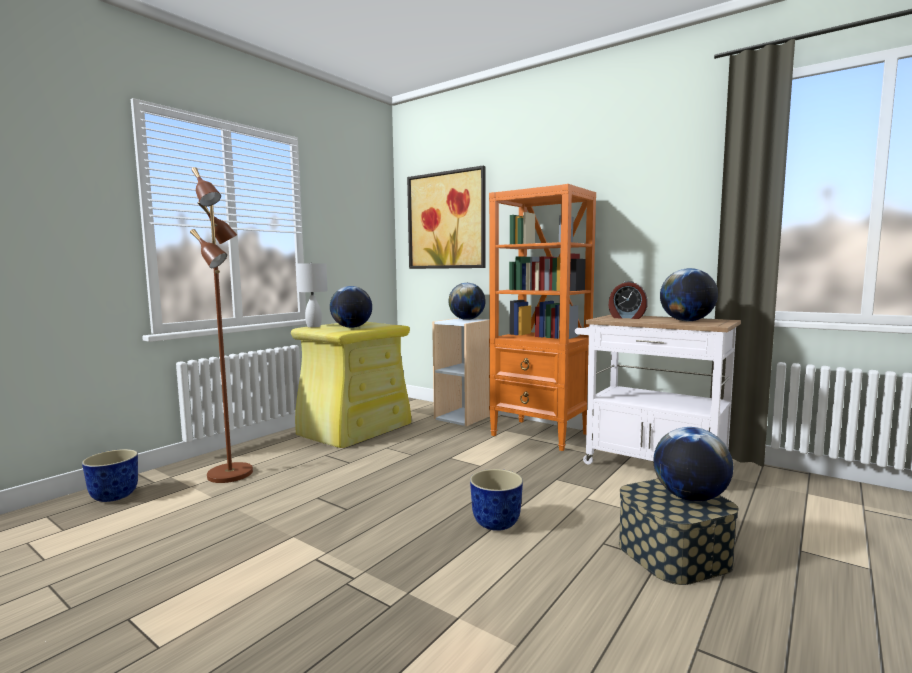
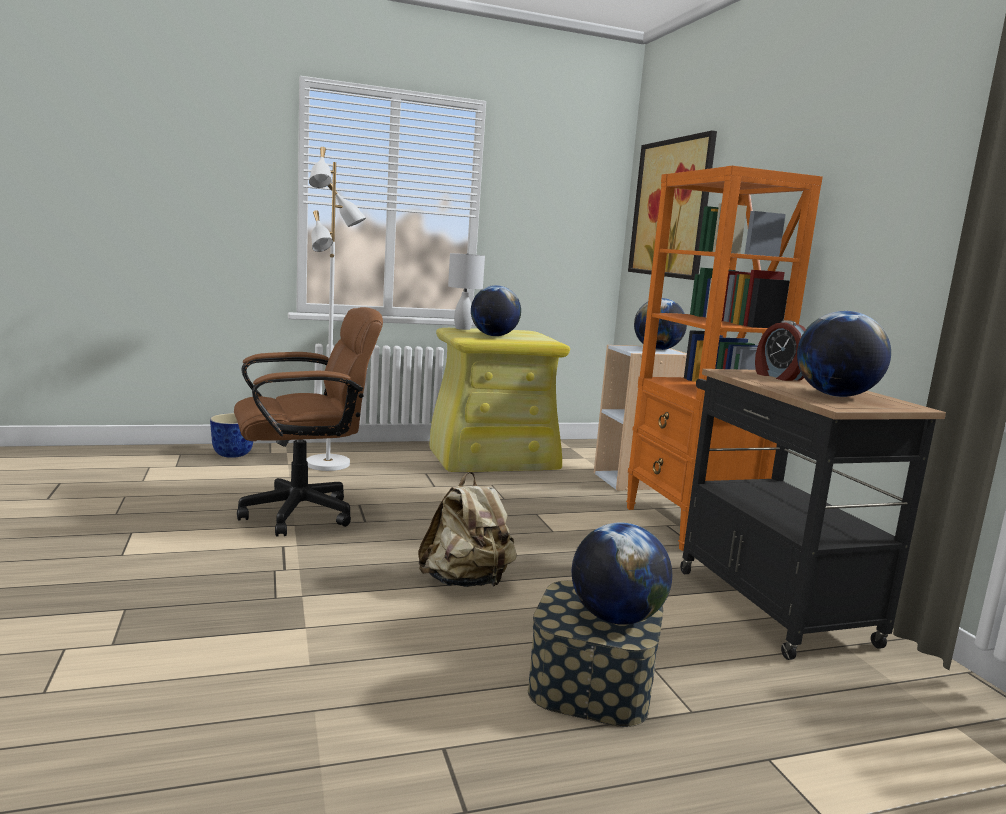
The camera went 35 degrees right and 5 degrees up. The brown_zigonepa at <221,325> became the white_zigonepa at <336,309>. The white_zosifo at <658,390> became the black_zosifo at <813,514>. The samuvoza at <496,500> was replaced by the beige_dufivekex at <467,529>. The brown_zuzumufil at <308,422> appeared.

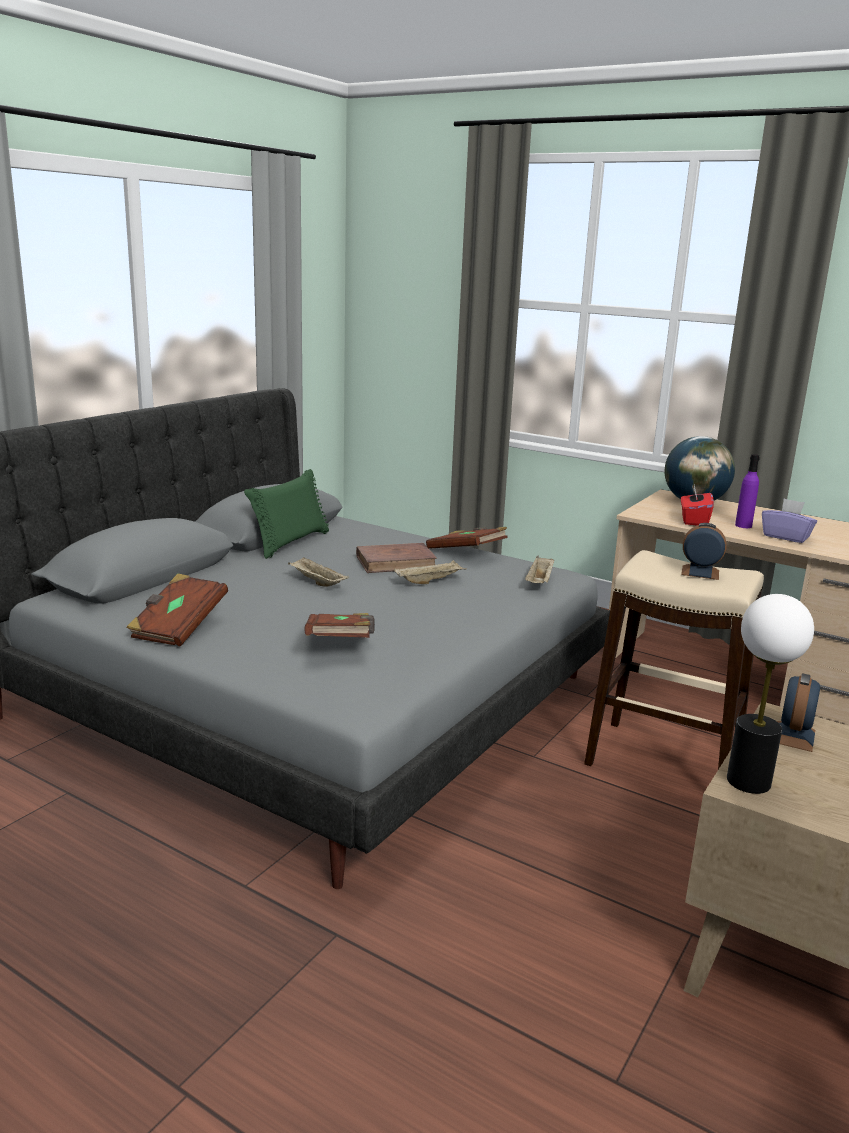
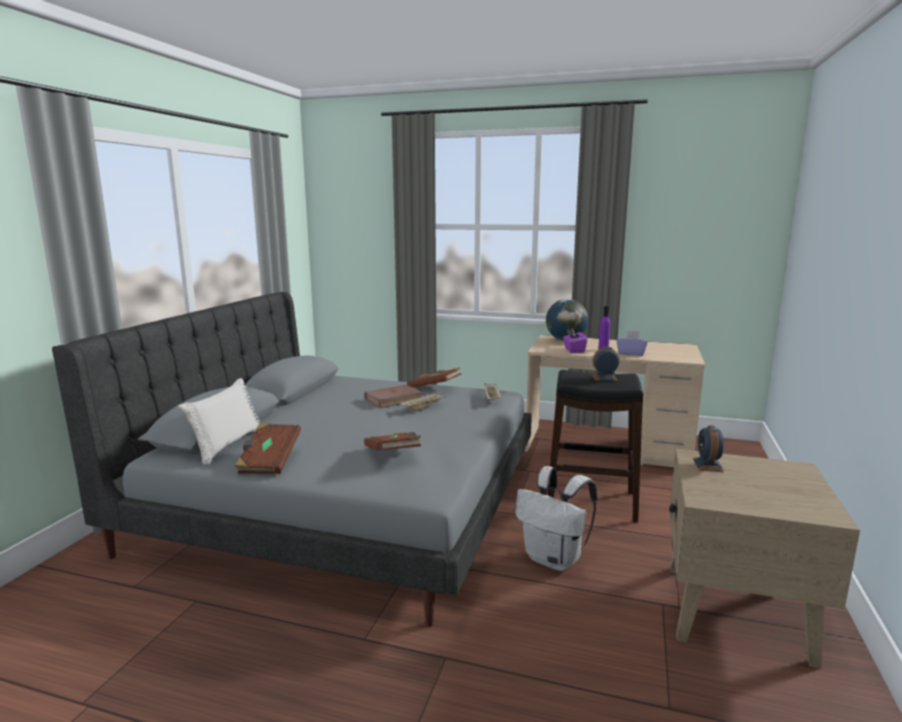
The camera went 15 degrees left and 5 degrees down. The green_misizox at <286,514> disappeared. The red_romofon at <697,505> became the purple_romofon at <575,341>. The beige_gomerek at <674,659> became the black_gomerek at <595,446>. The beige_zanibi at <318,572> disappeared. The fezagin at <770,694> disappeared. The white_misizox at <218,421> appeared. The white_dufivekex at <556,518> appeared.

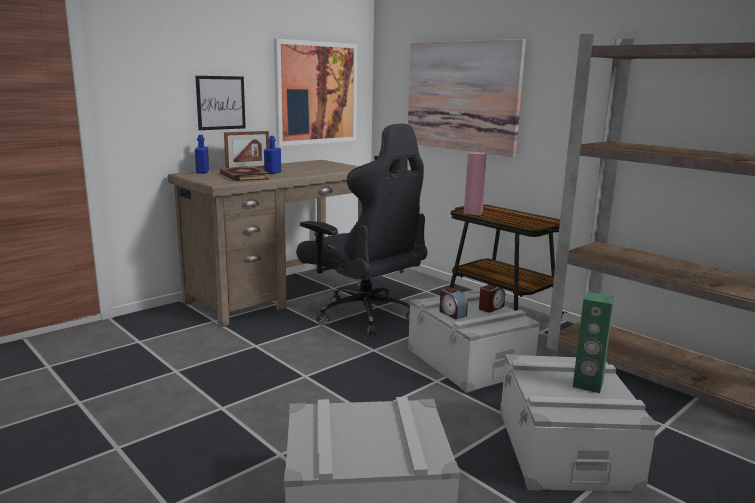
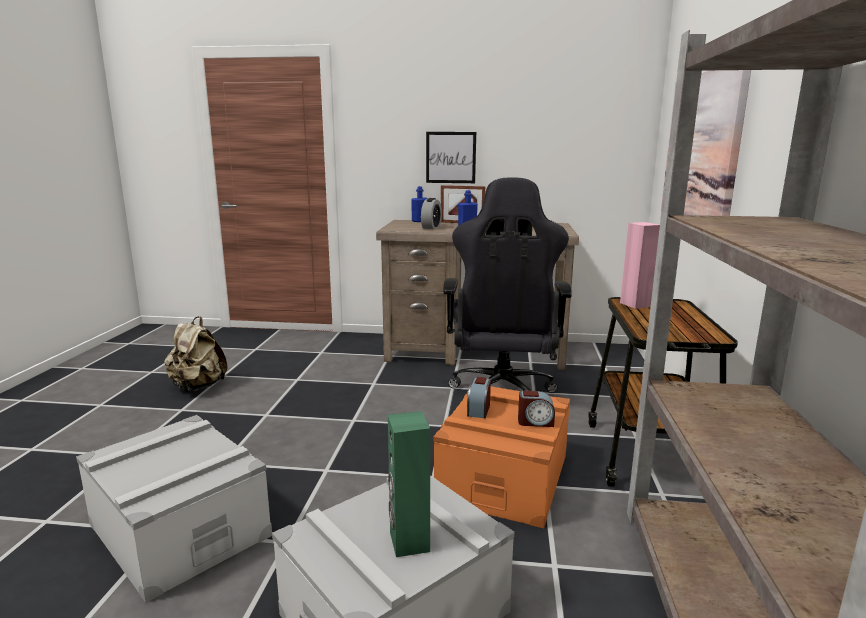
The camera went 50 degrees right and 0 degrees up. The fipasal at <315,92> disappeared. The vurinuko at <244,173> was replaced by the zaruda at <431,213>. The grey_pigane at <474,341> became the orange_pigane at <501,457>. The beige_dufivekex at <196,354> appeared.

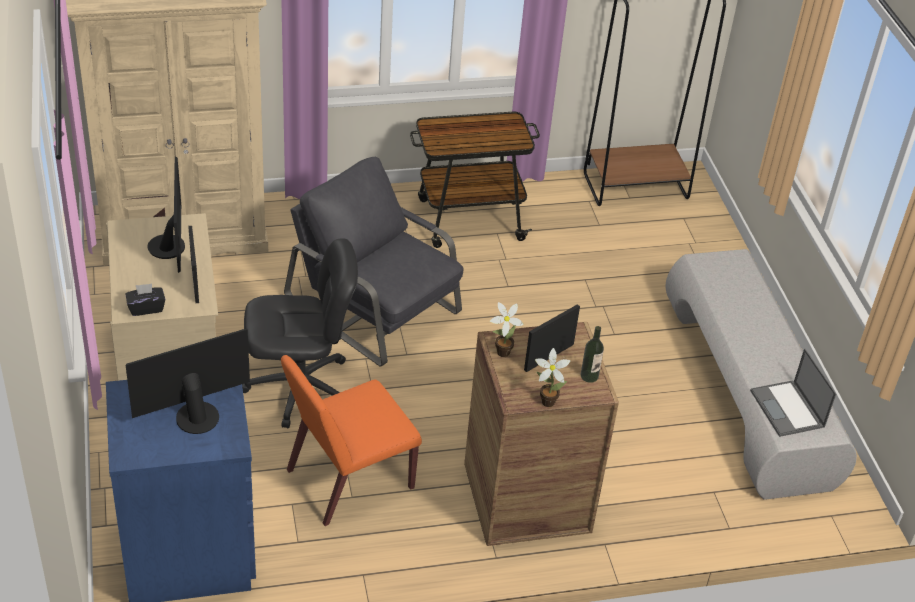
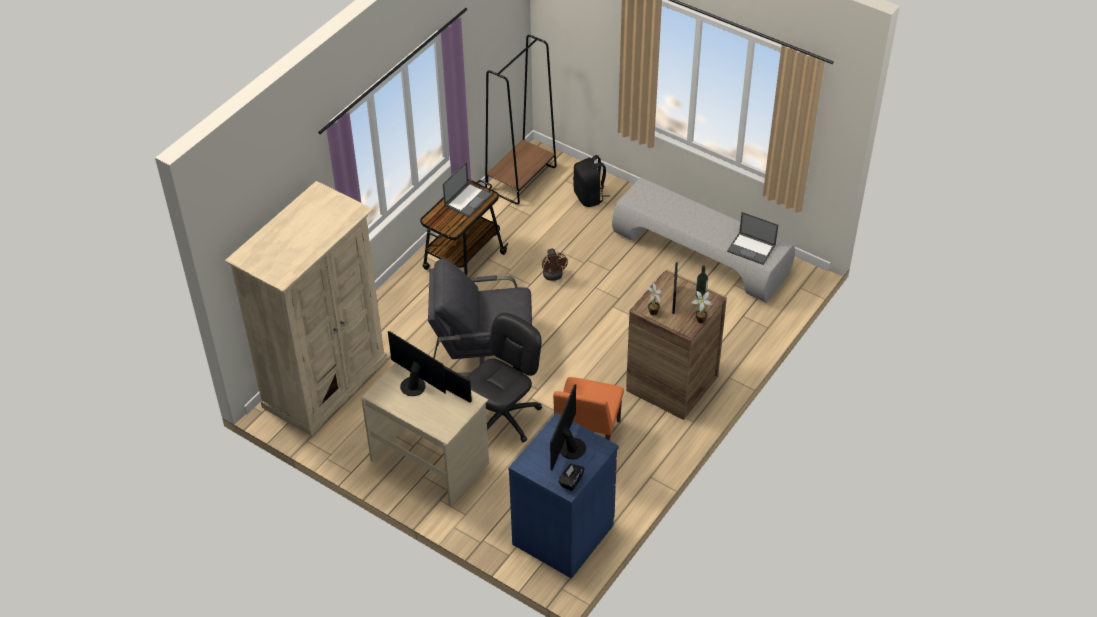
The camera went 40 degrees left and 5 degrees up. The black_romofon moved from <145,299> to <571,477>. The black_dufivekex at <591,181> appeared. The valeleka at <467,189> appeared. The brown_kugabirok at <555,264> appeared.

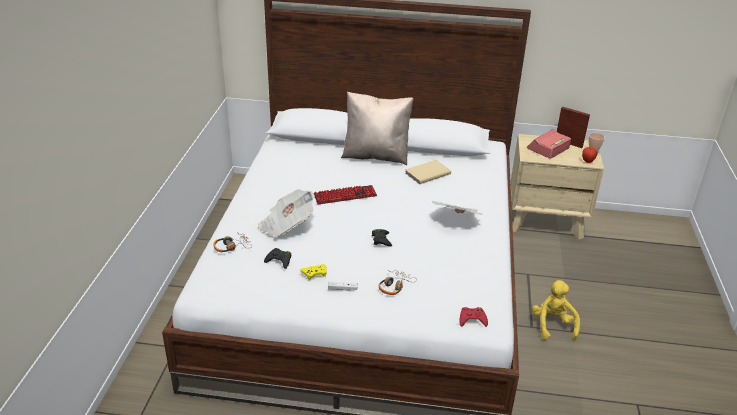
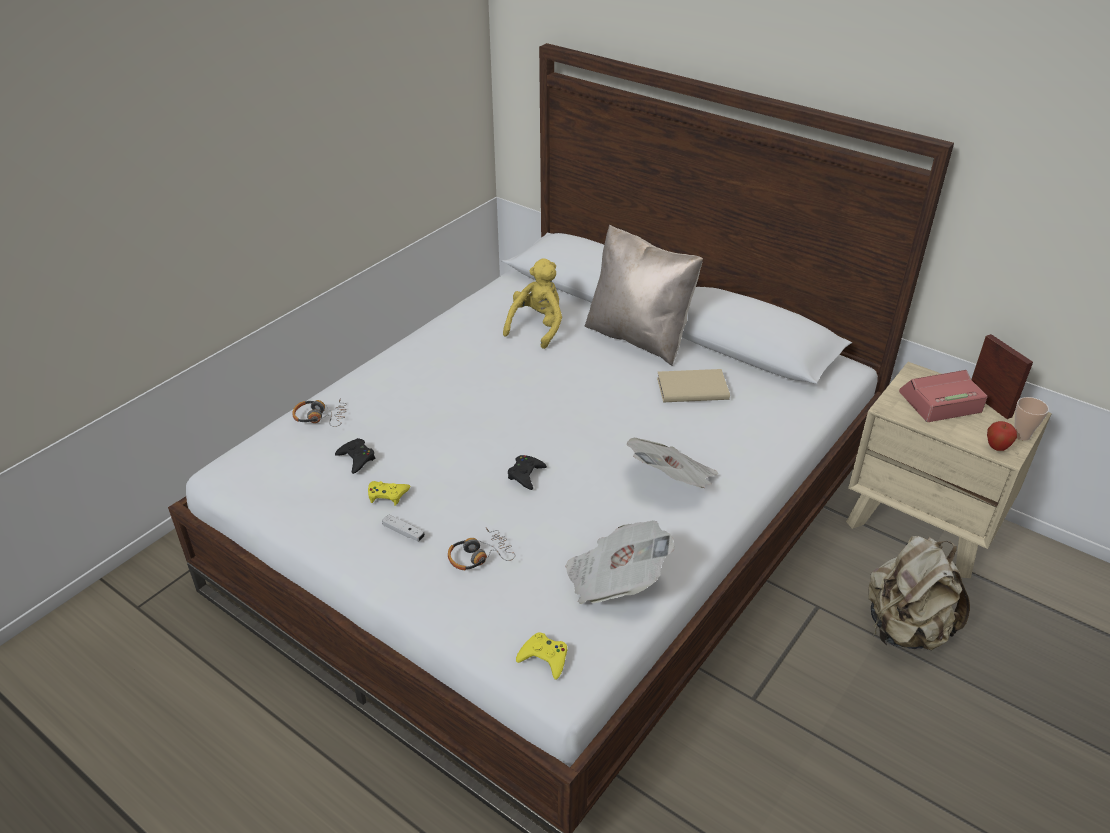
The camera went 30 degrees right and 5 degrees up. The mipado at <345,194> disappeared. The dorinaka moved from <286,213> to <619,562>. The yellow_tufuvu moved from <556,310> to <532,303>. The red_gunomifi at <473,317> became the yellow_gunomifi at <541,656>. The beige_dufivekex at <919,593> appeared.

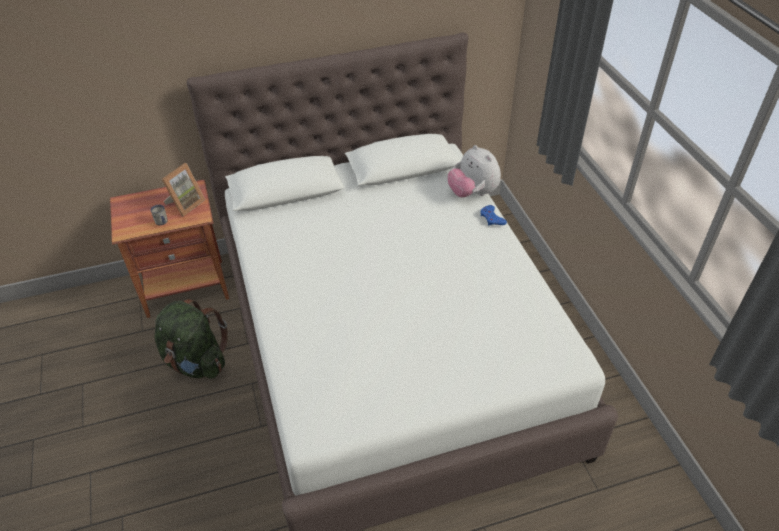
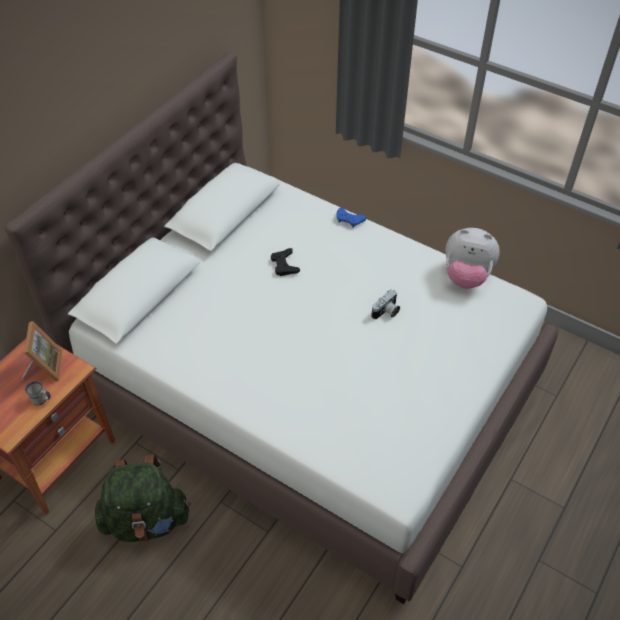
The camera went 40 degrees left and 5 degrees up. The tufuvu moved from <474,171> to <472,258>. The black_gunomifi at <285,262> appeared. The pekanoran at <385,304> appeared.

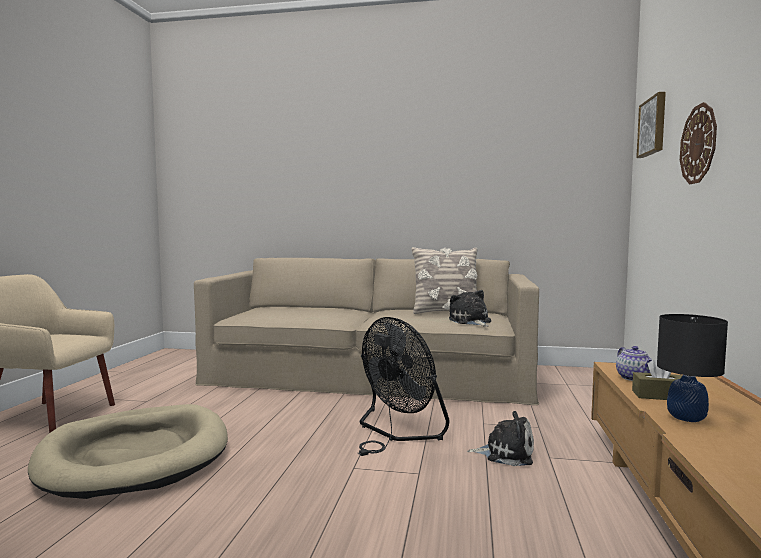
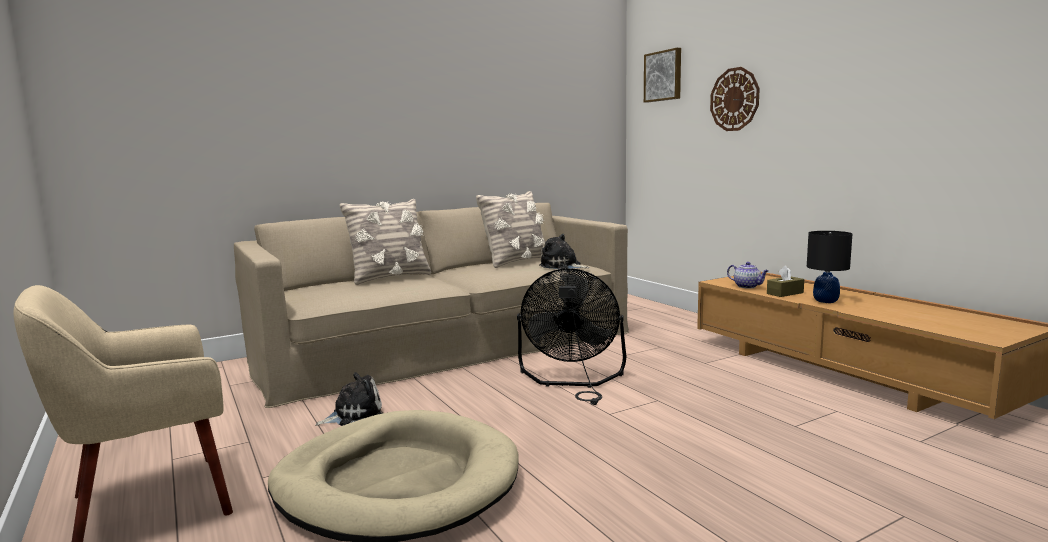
The camera went 40 degrees left and 5 degrees up. The tufuvu moved from <500,438> to <349,399>. The beige_misizox at <385,242> appeared.

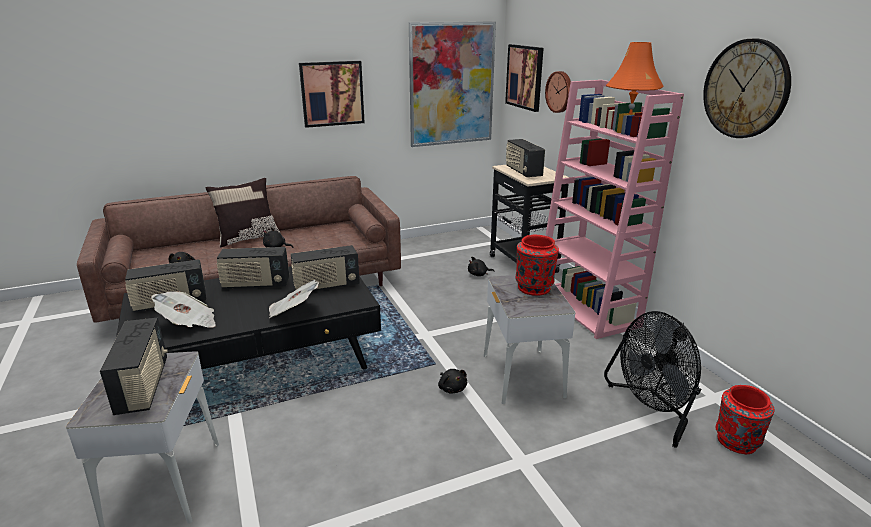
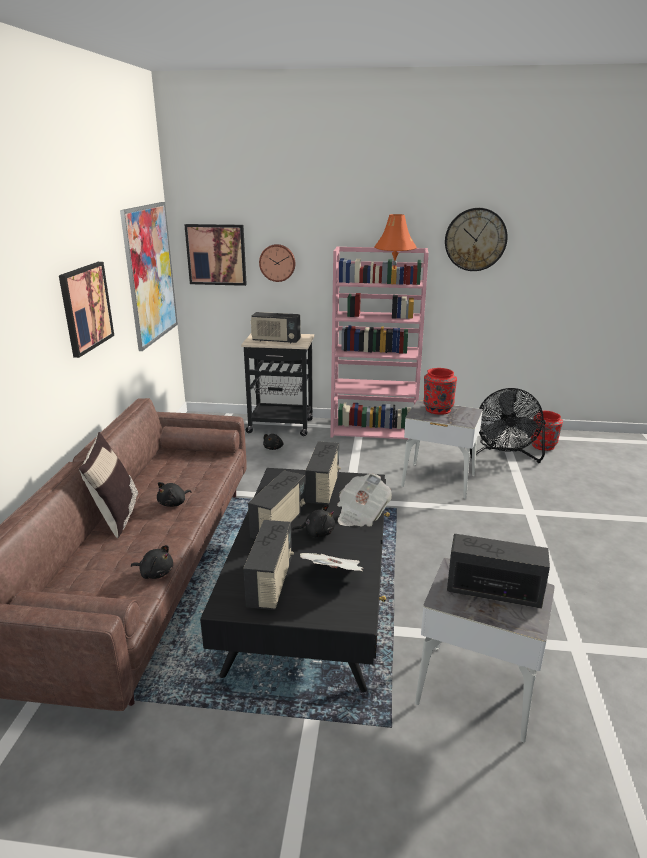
The camera went 60 degrees left and 0 degrees up. The black_tufuvu moved from <452,381> to <313,521>.

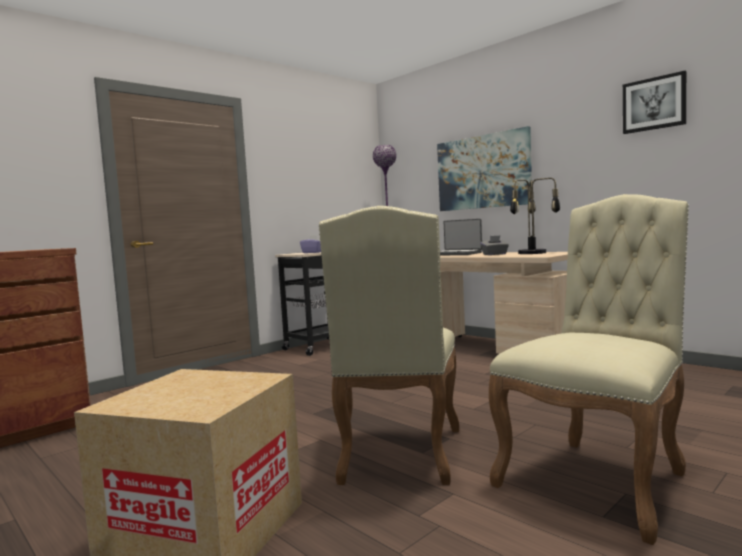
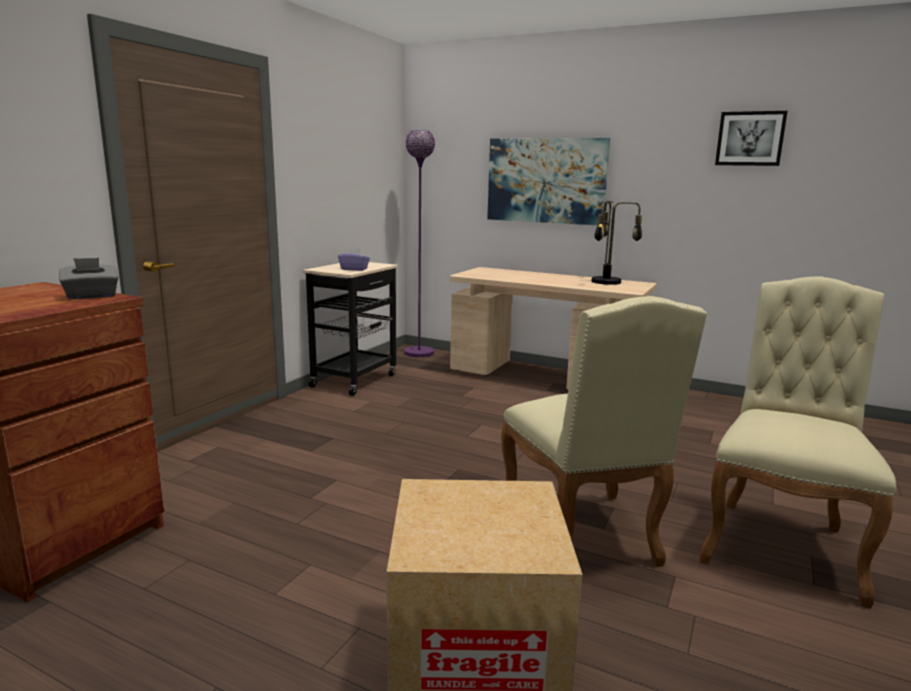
The camera went 20 degrees left and 10 degrees up. The valeleka at <461,237> disappeared. The grey_romofon moved from <494,245> to <88,278>.

